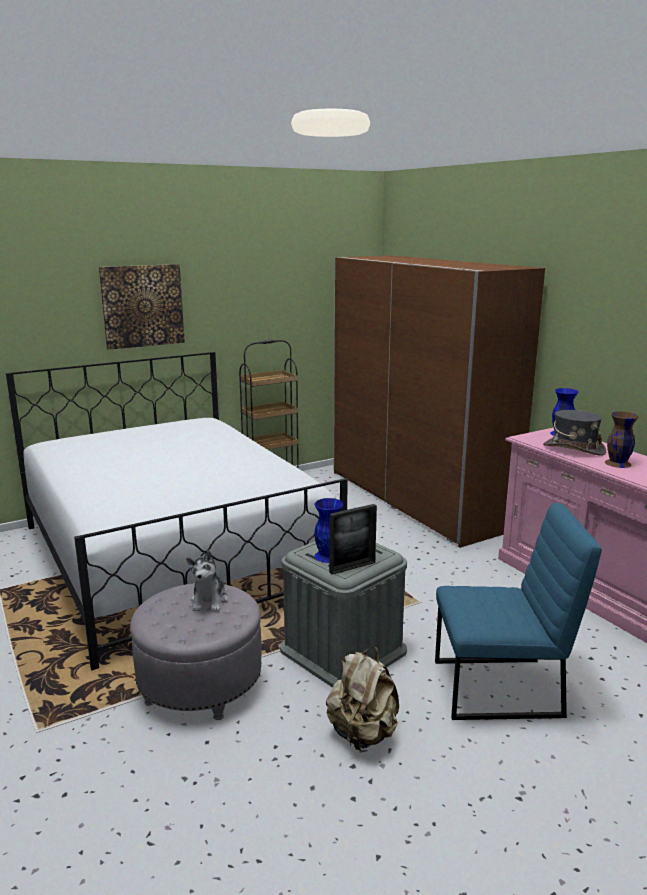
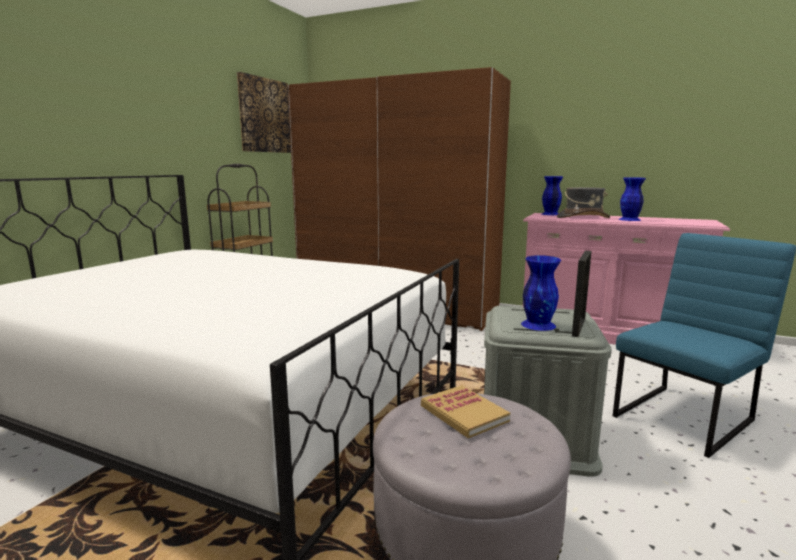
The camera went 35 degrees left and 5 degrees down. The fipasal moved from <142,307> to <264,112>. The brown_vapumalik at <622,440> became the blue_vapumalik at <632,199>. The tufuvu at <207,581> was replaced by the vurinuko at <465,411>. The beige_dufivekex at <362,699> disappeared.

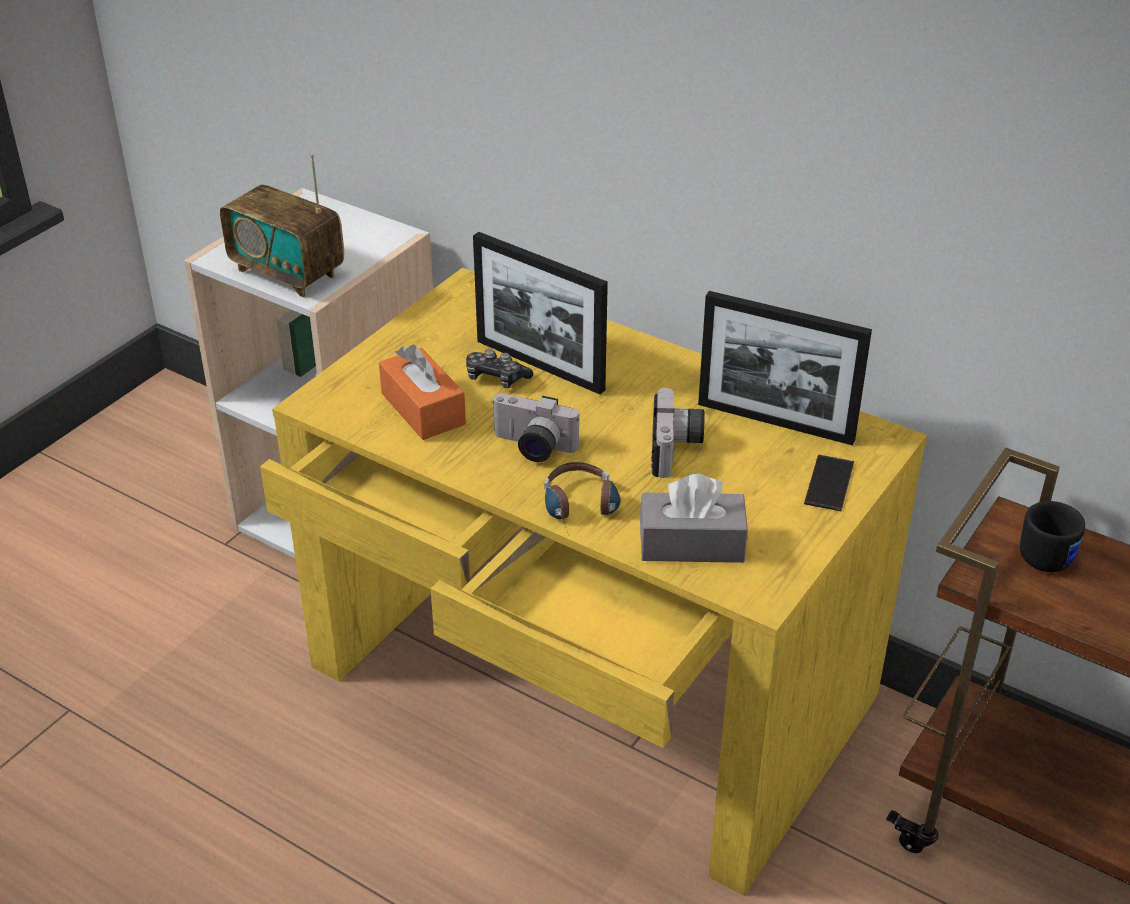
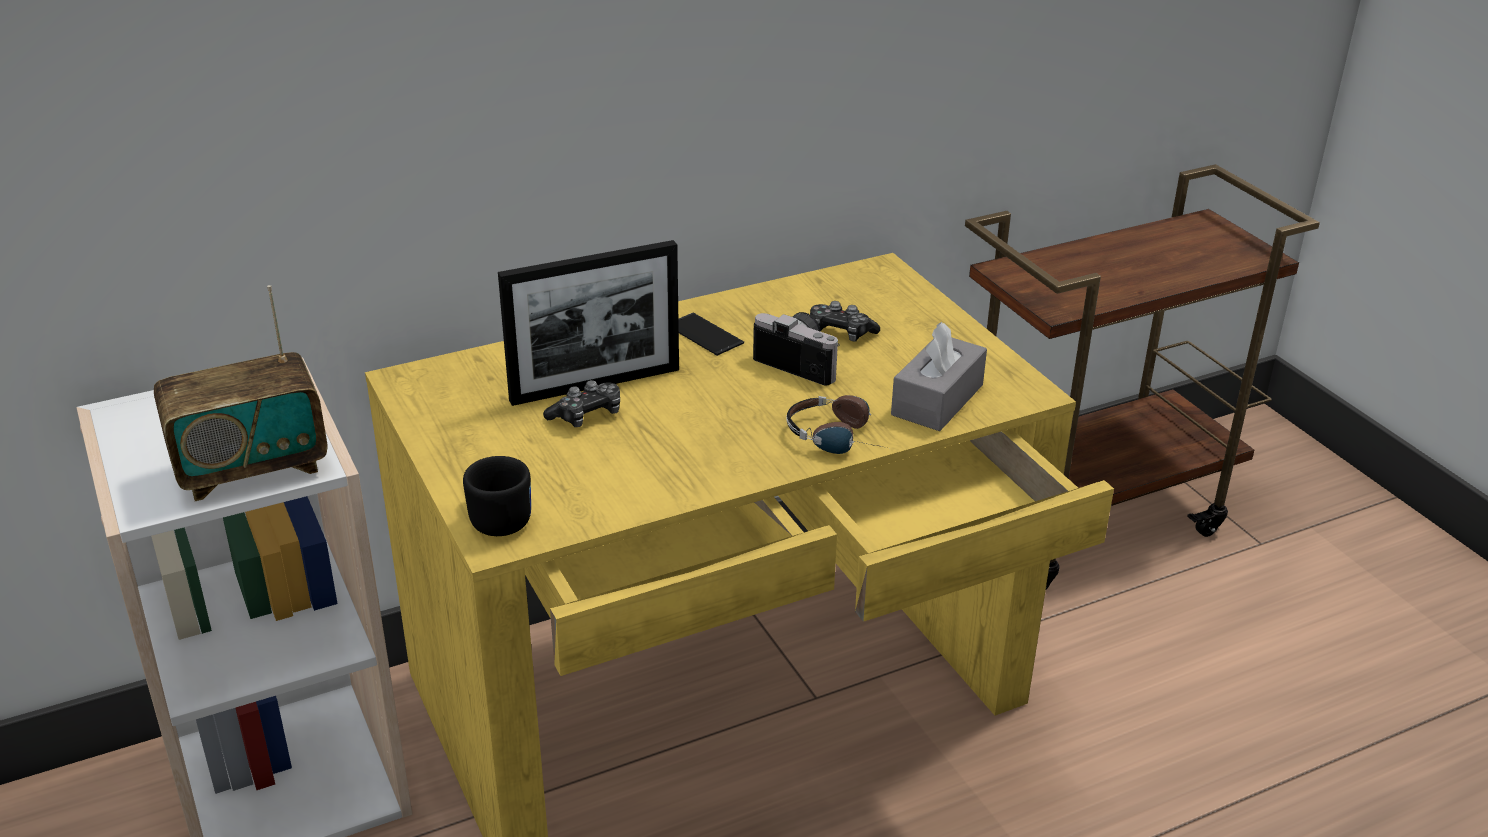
The camera went 60 degrees left and 5 degrees down. The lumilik at <785,368> disappeared. The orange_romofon at <422,392> disappeared. The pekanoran at <535,428> disappeared. The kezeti moved from <829,482> to <711,334>. The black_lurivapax moved from <1052,536> to <497,496>. The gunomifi at <845,321> appeared.

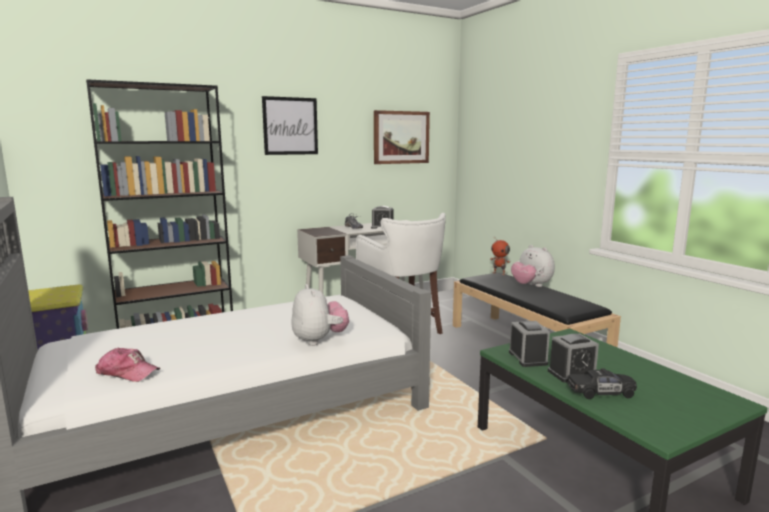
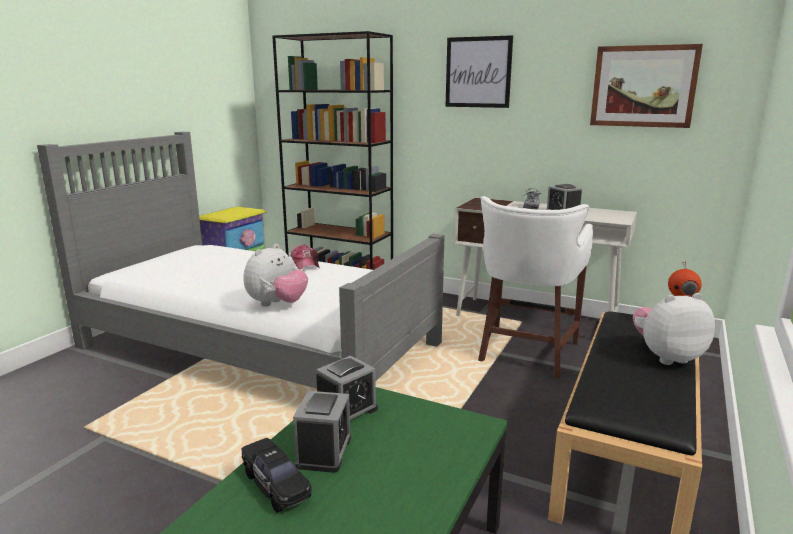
The camera went 55 degrees right and 5 degrees up. The tufuvu at <533,266> turned 60 degrees clockwise. The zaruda at <573,358> turned 120 degrees counterclockwise. The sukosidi moved from <127,365> to <305,257>.

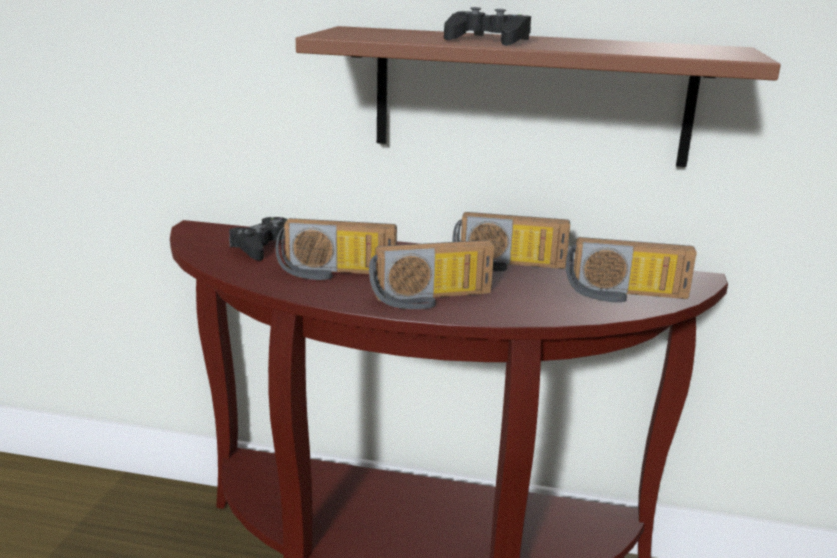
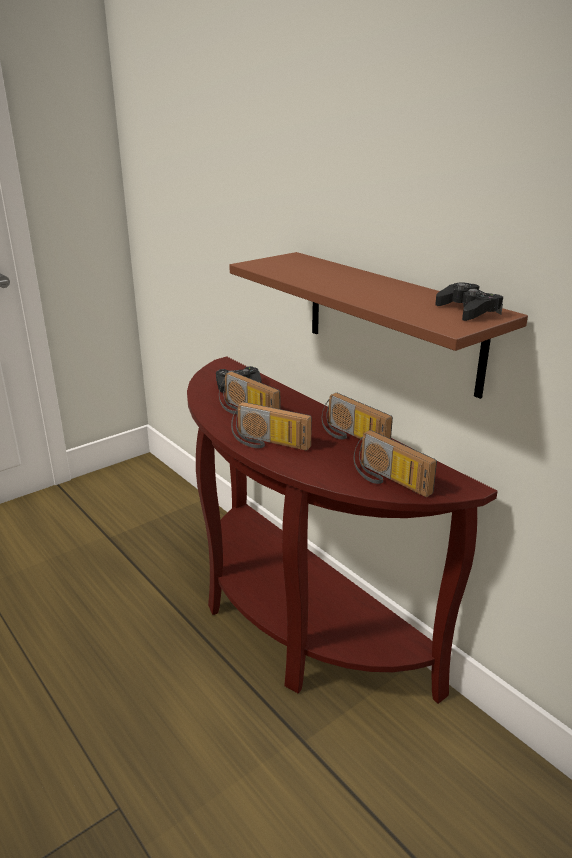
The camera went 40 degrees right and 5 degrees up. The black_gunomifi moved from <487,26> to <469,302>.

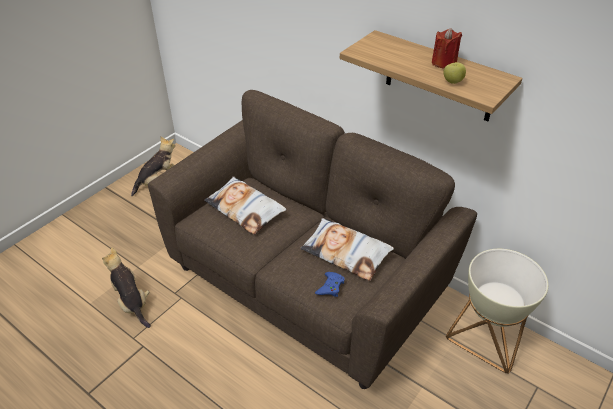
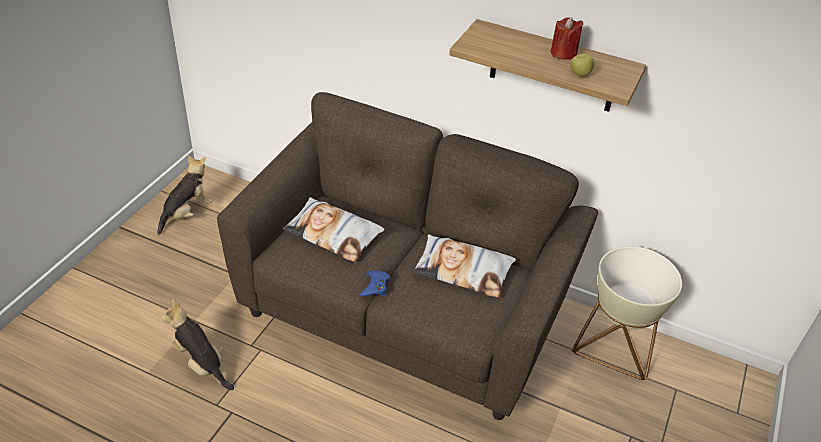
The camera went 15 degrees left and 0 degrees up. The blue_gunomifi moved from <330,284> to <375,283>.

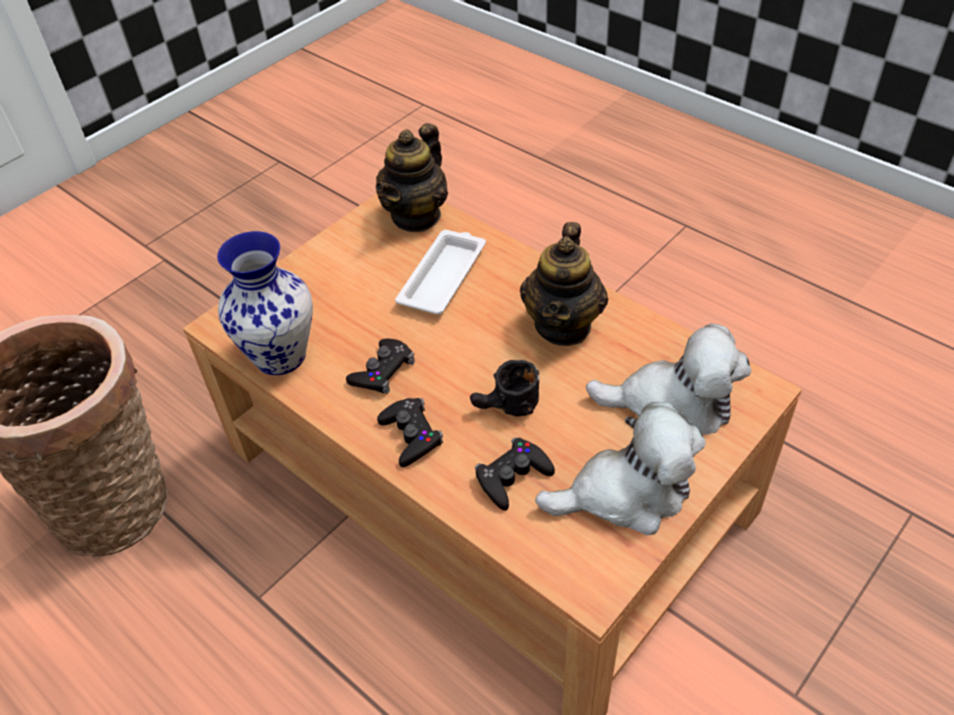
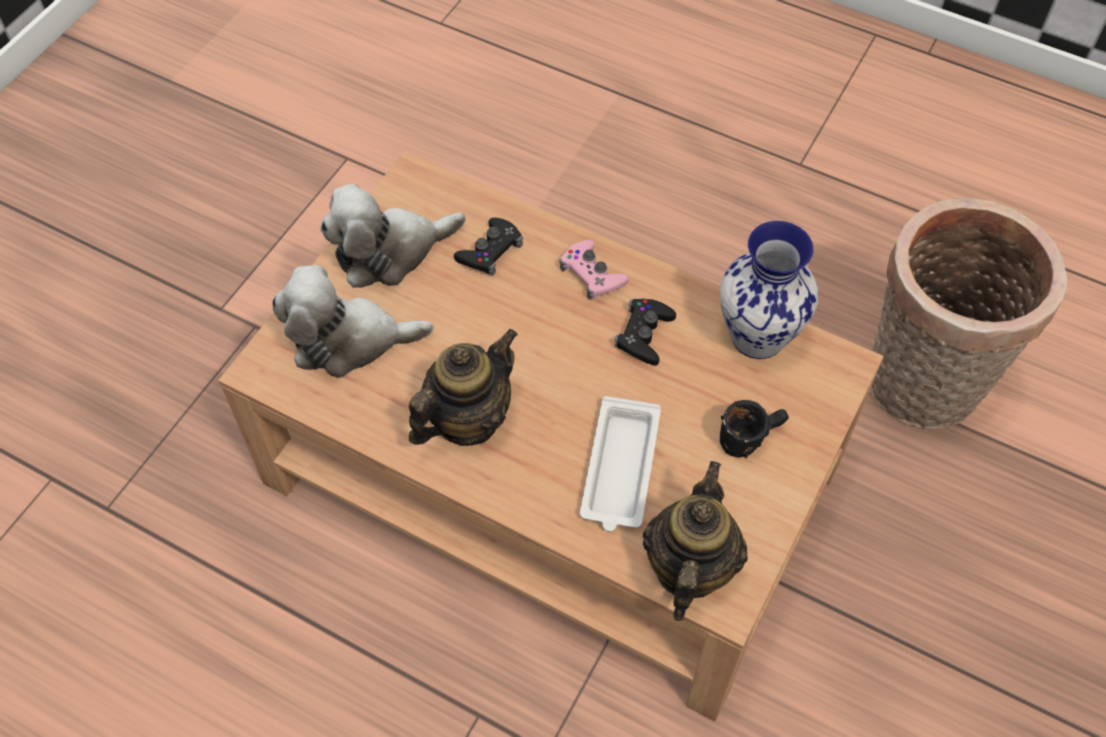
The camera went 165 degrees right and 10 degrees up. The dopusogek at <564,284> turned 45 degrees clockwise. The black_lurivapax moved from <505,388> to <754,429>. The black_gunomifi at <410,432> became the pink_gunomifi at <594,270>.

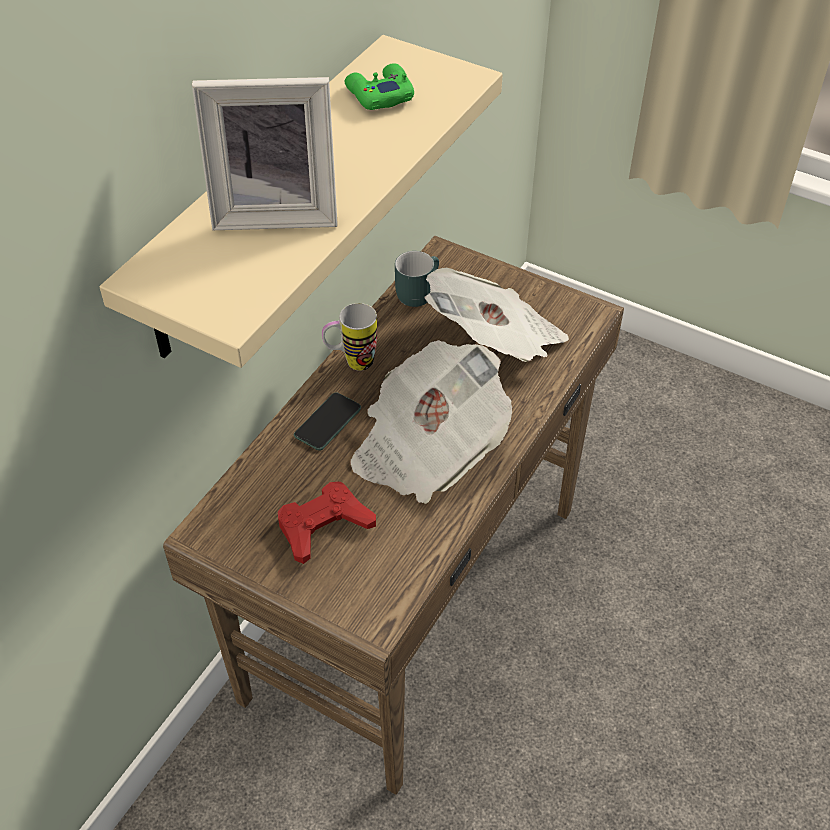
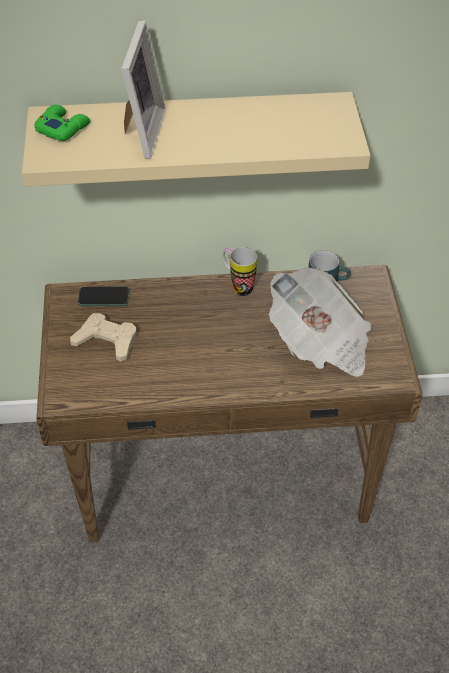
The camera went 55 degrees right and 0 degrees up. The green_gunomifi moved from <379,86> to <62,123>. The lumilik at <264,153> turned 135 degrees counterclockwise. The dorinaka at <431,422> disappeared. The kezeti moved from <327,421> to <103,296>. The red_gunomifi at <327,523> became the beige_gunomifi at <103,337>.

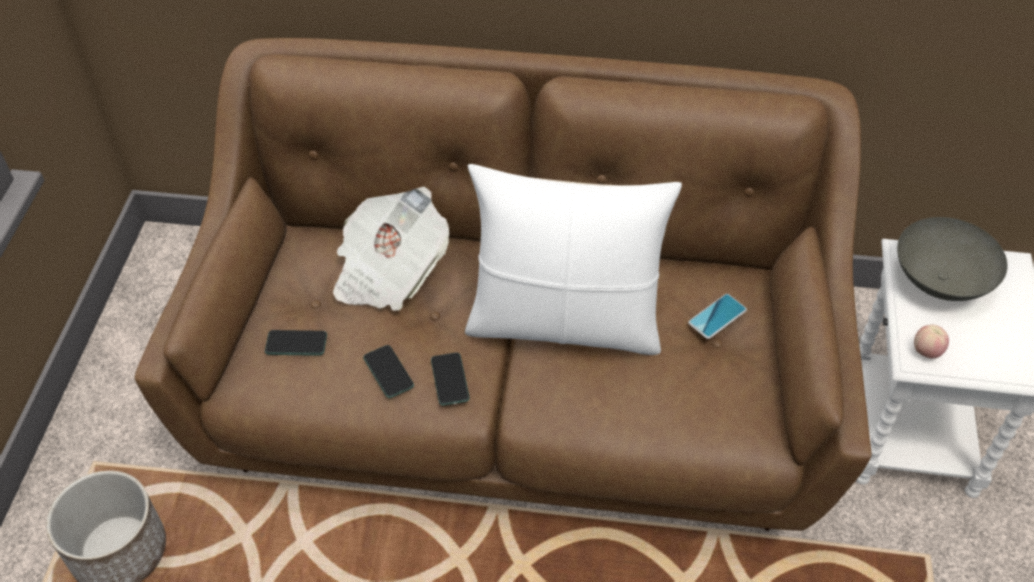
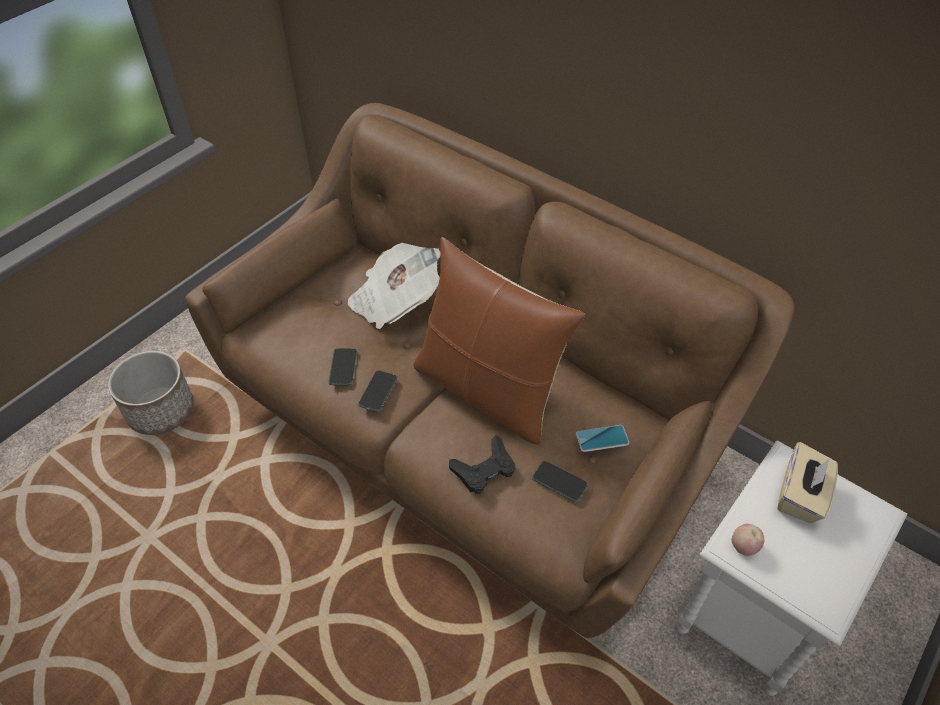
The camera went 30 degrees right and 0 degrees up. The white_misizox at <573,259> became the brown_misizox at <499,341>. The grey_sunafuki at <952,259> was replaced by the beige_romofon at <807,482>. The kezeti moved from <296,343> to <560,481>. The black_gunomifi at <482,464> appeared.

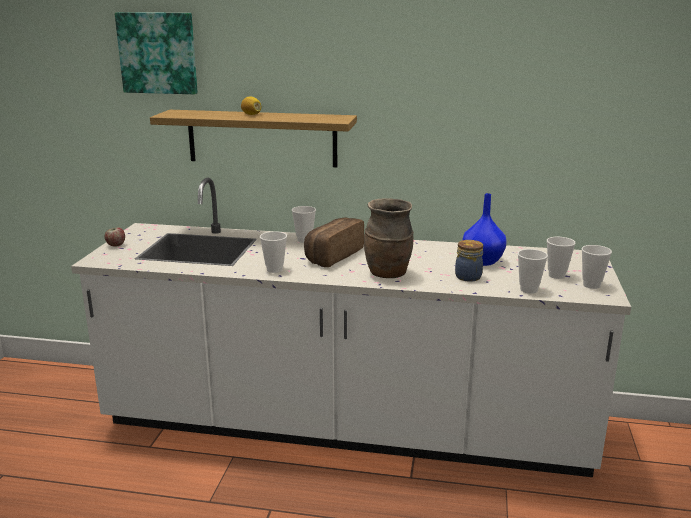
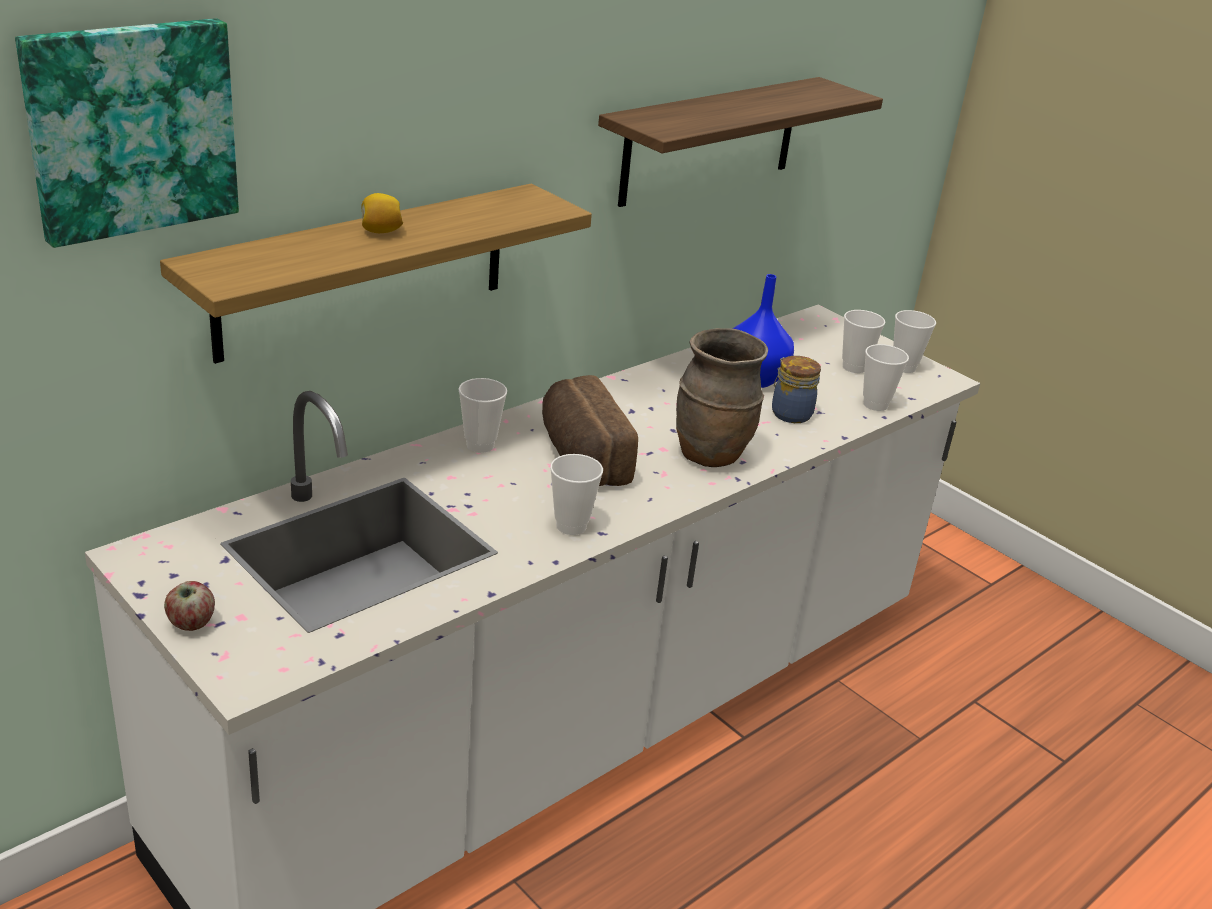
The camera went 55 degrees left and 10 degrees up. The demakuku at <740,142> appeared.

